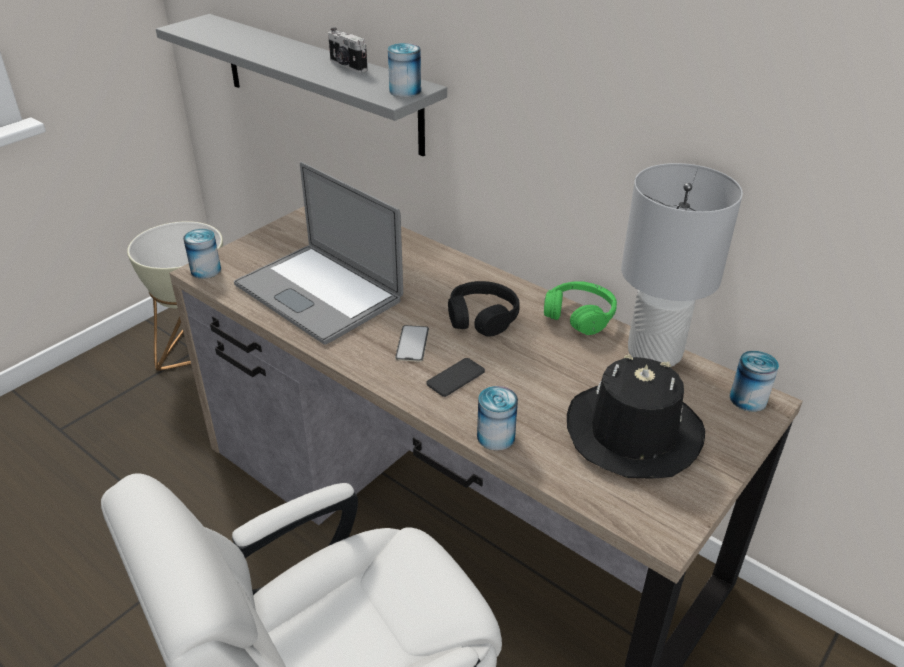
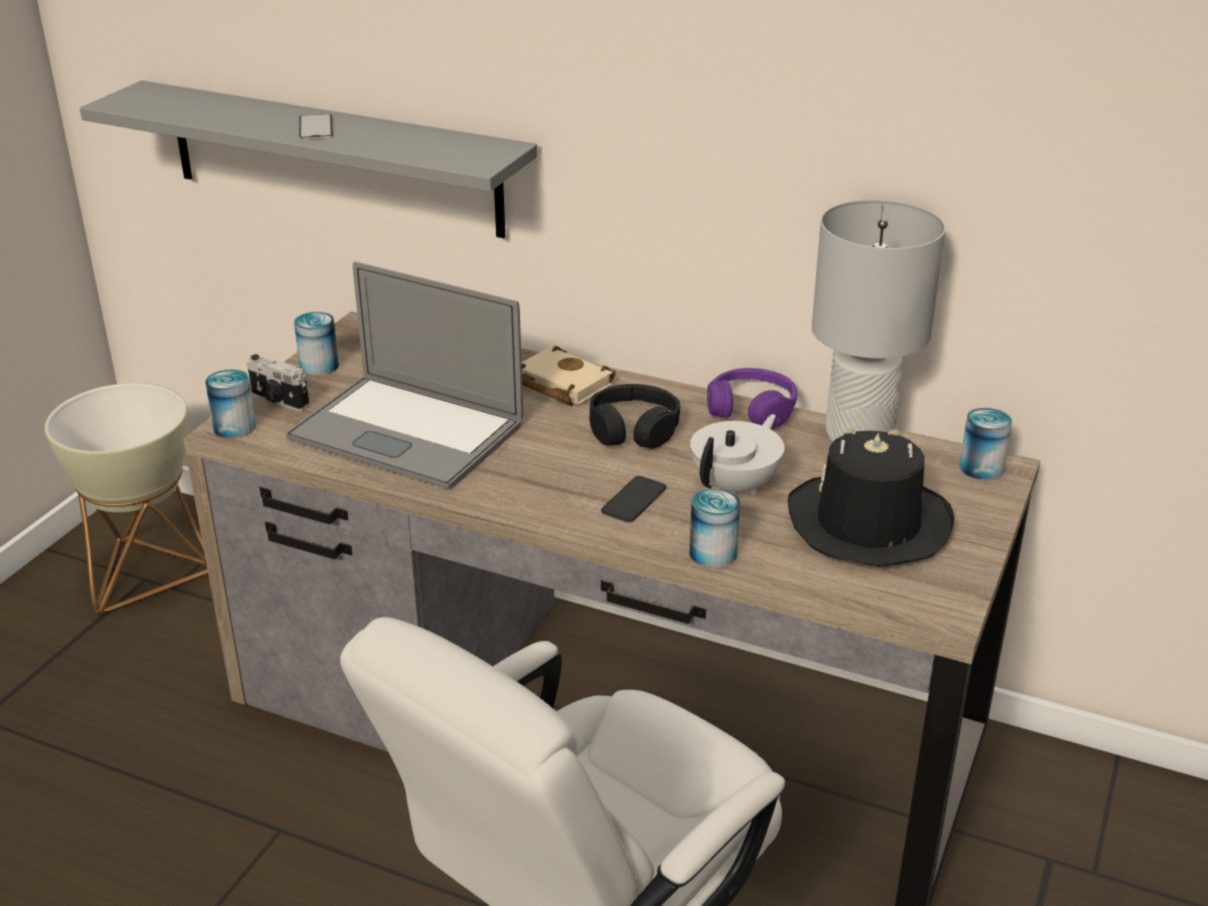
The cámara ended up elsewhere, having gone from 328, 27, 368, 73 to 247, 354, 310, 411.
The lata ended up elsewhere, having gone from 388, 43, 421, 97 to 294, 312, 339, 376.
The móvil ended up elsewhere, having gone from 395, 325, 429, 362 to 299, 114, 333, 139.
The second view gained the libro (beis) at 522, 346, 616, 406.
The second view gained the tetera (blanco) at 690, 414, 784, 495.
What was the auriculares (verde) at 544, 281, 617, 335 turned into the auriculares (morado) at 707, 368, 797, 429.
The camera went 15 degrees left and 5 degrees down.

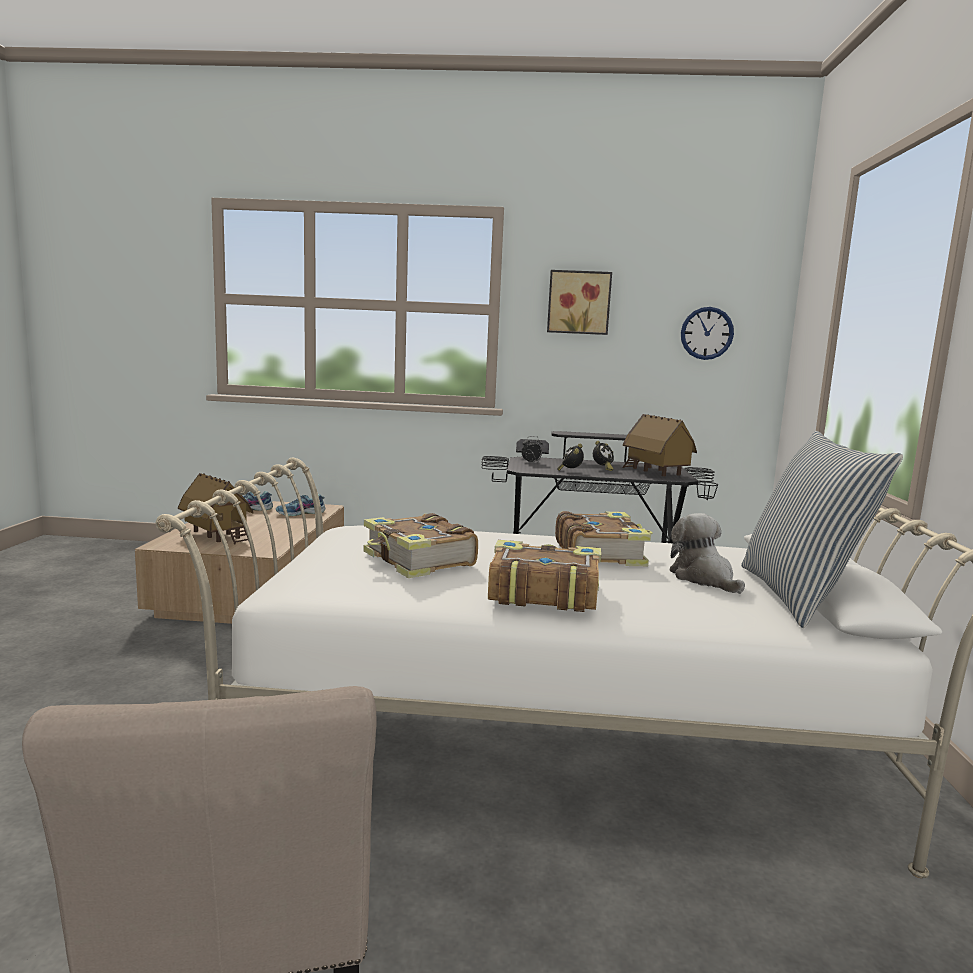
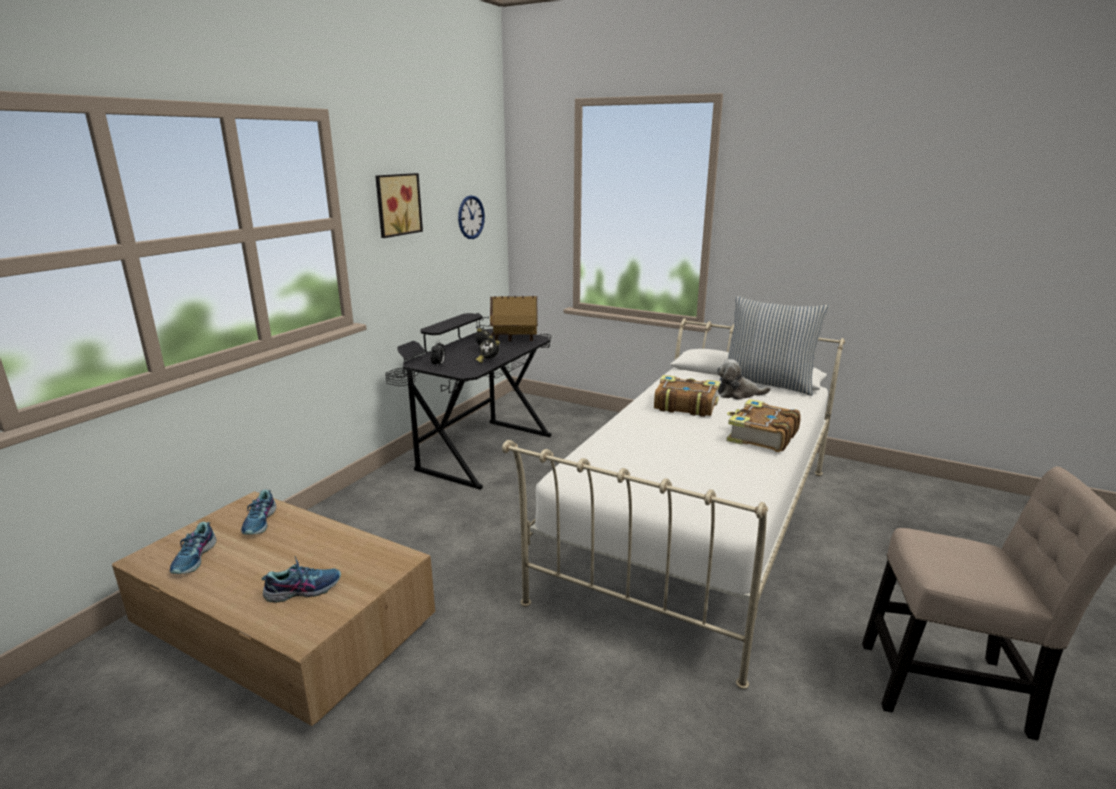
Where the casita stood at 178, 473, 253, 544, the zapato came to stand at 261, 556, 341, 603.
The second view lost the libro at 363, 513, 478, 578.
The camera went 65 degrees left and 10 degrees up.

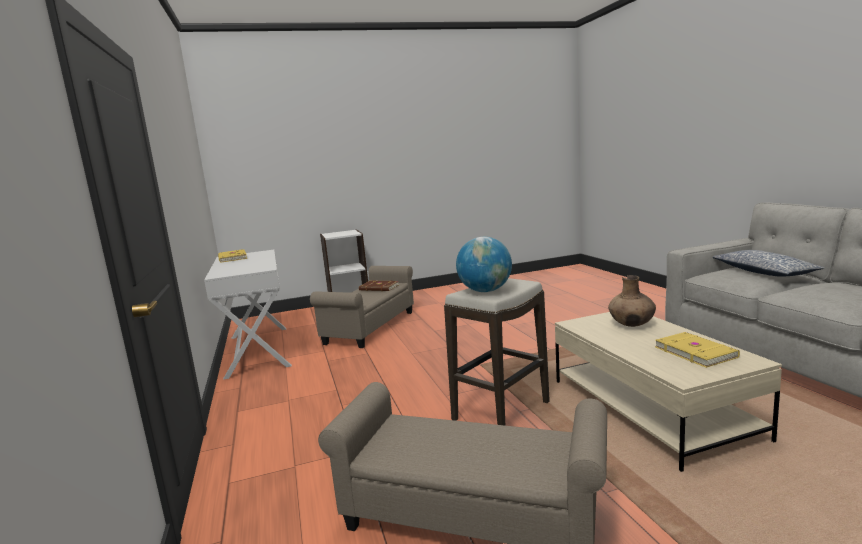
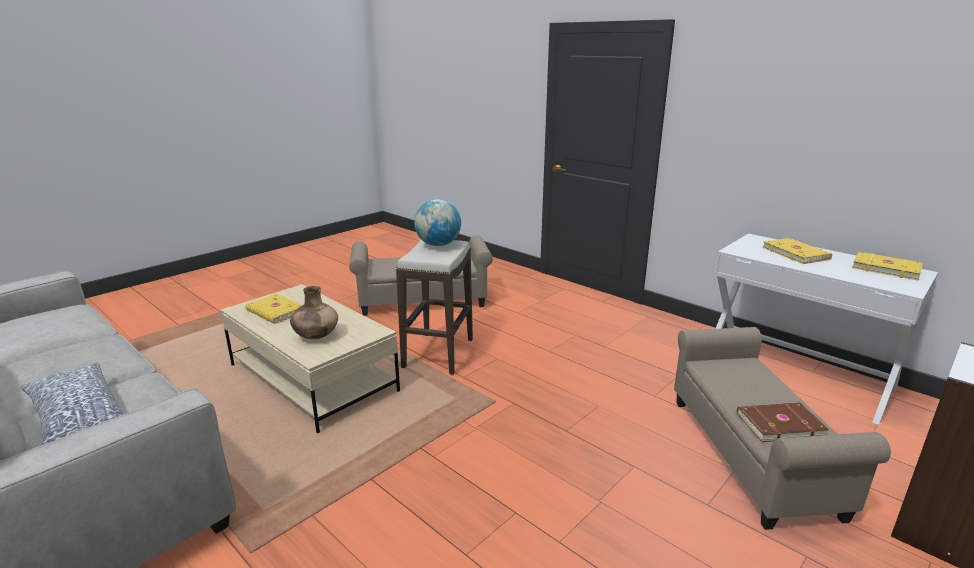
The second view gained the libro (amarillo) at 762, 238, 832, 264.
The camera went 150 degrees right and 10 degrees up.

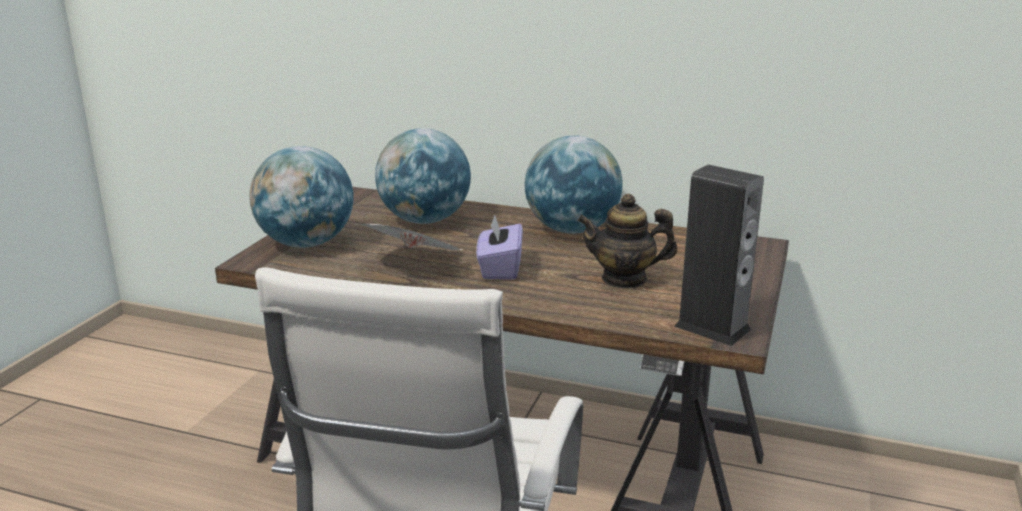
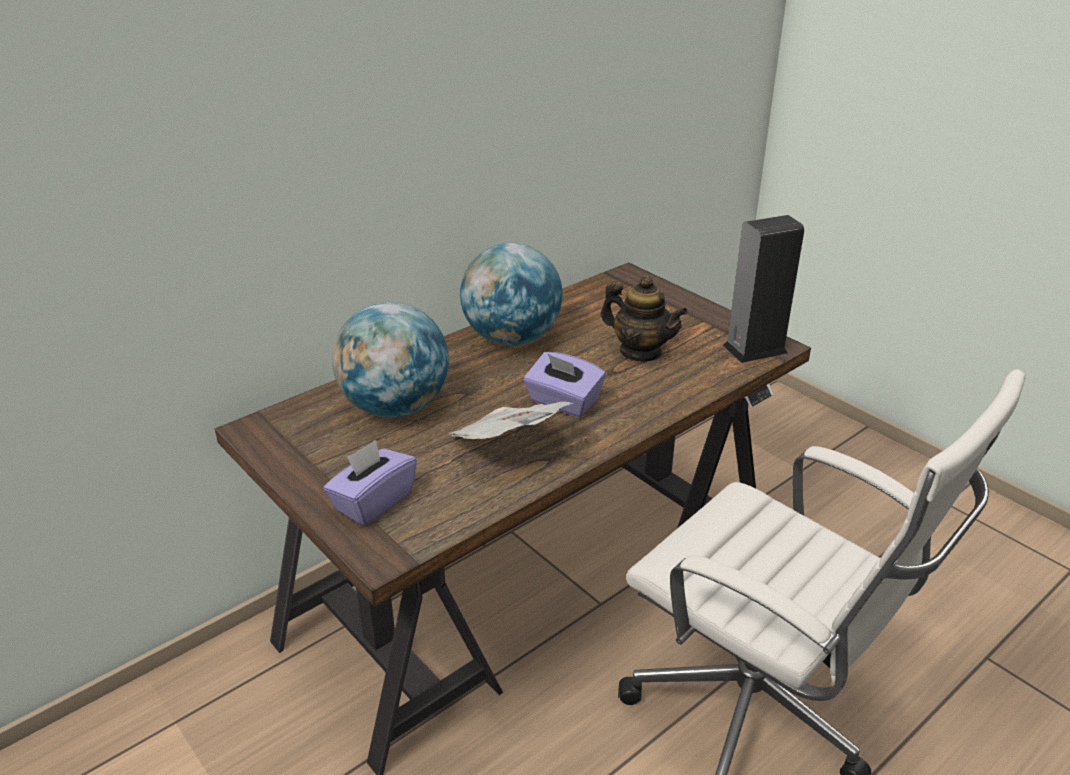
Where the globo terráqueo stood at 249, 146, 354, 248, the caja de pañuelos (morado) came to stand at 323, 440, 417, 526.
The tetera at 577, 194, 678, 289 ended up facing another way, 90 degrees counterclockwise from before.
The camera went 60 degrees left and 10 degrees up.

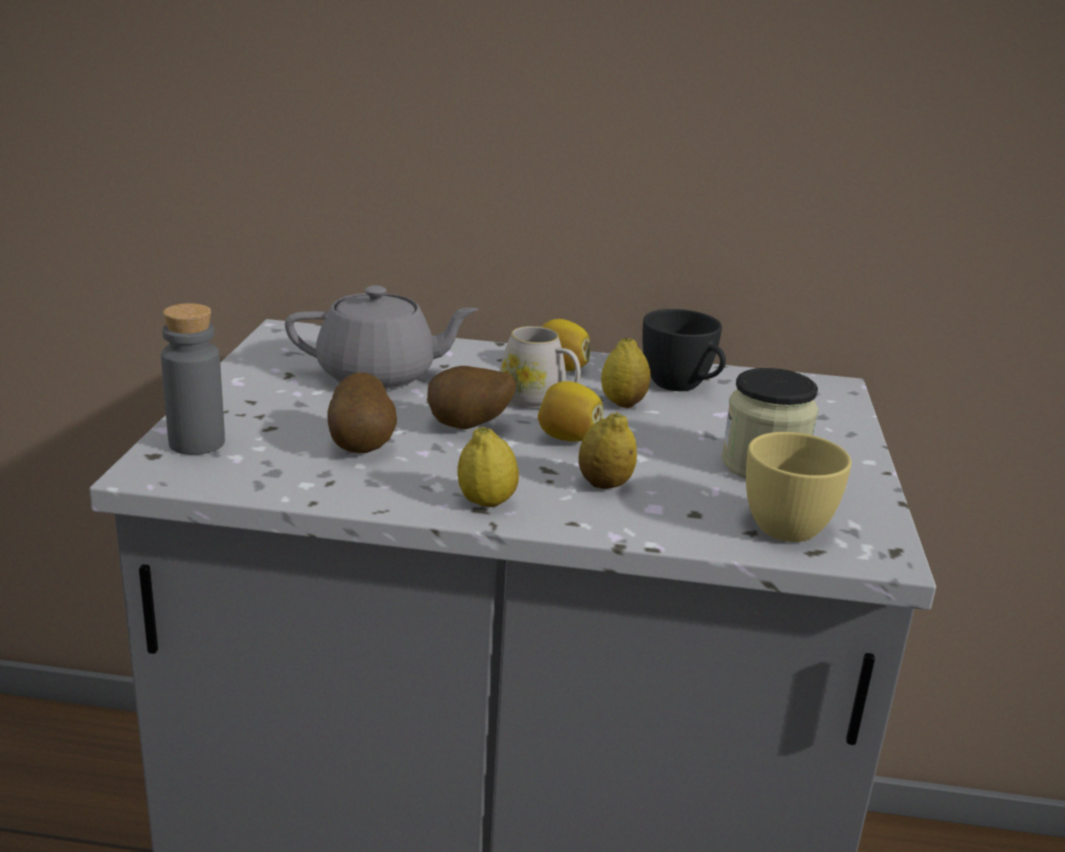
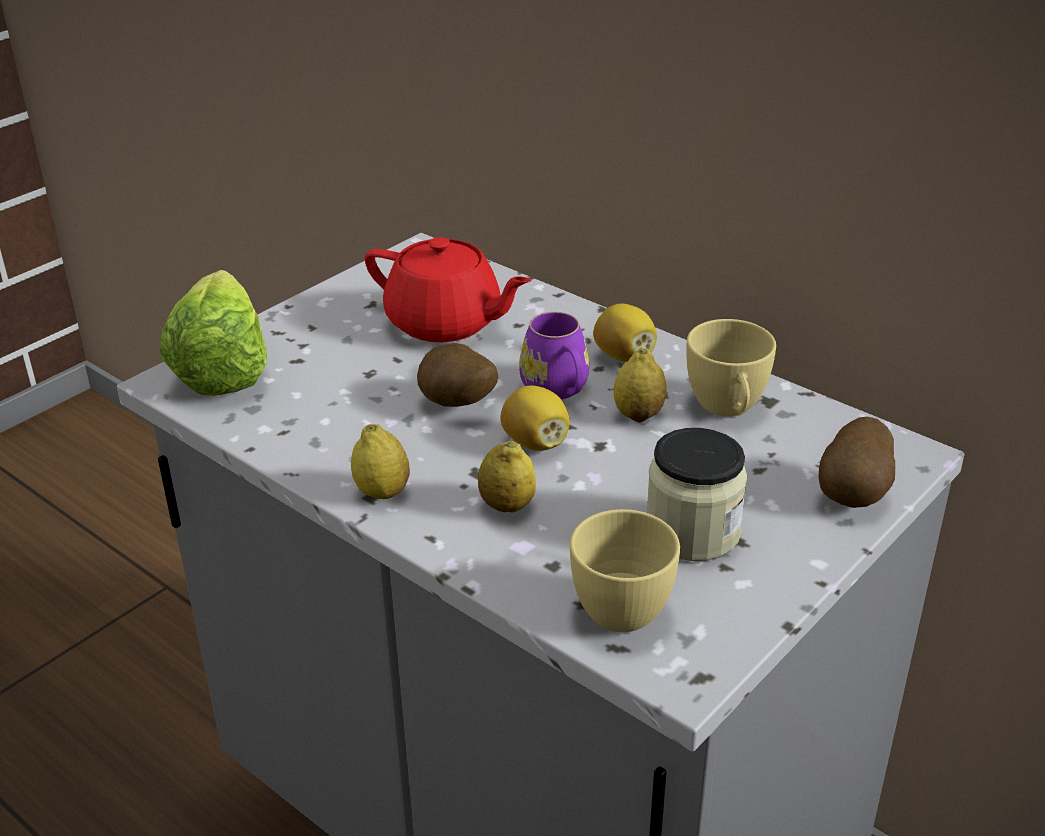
Where the botella (gris) stood at 161, 303, 225, 455, the lechuga came to stand at 160, 270, 267, 396.
What was the tetera (gris) at 285, 286, 478, 390 turned into the tetera (rojo) at 365, 237, 531, 342.
What was the taza grande (blanco) at 499, 326, 581, 409 turned into the taza grande (morado) at 519, 312, 589, 399.
What was the taza (negro) at 642, 309, 726, 391 turned into the taza (amarillo) at 686, 319, 776, 417.
The patata ended up elsewhere, having gone from 327, 372, 397, 453 to 819, 416, 895, 508.
The camera went 35 degrees right and 10 degrees up.

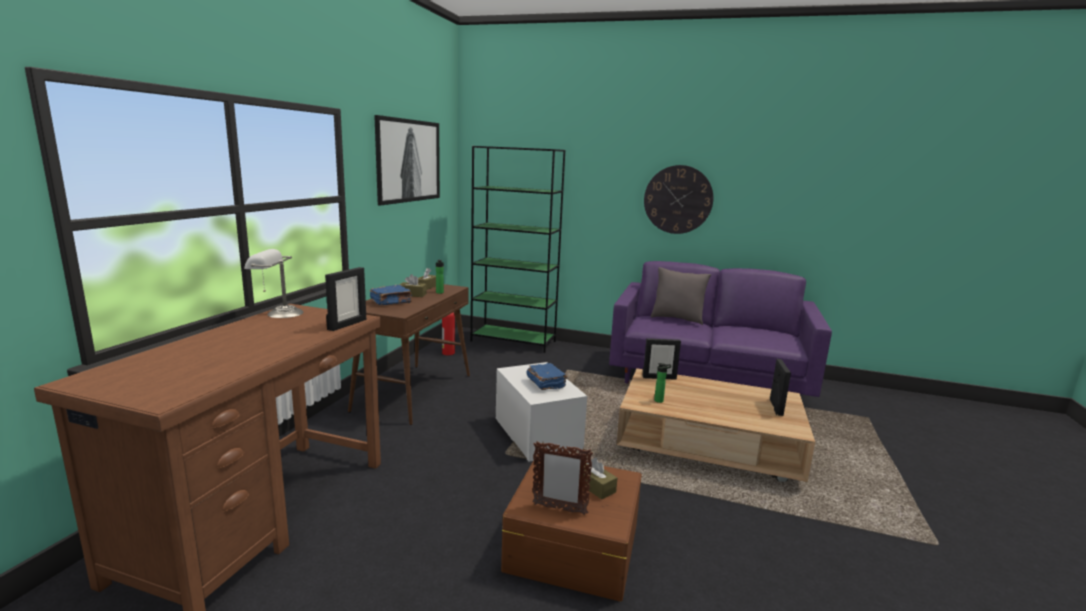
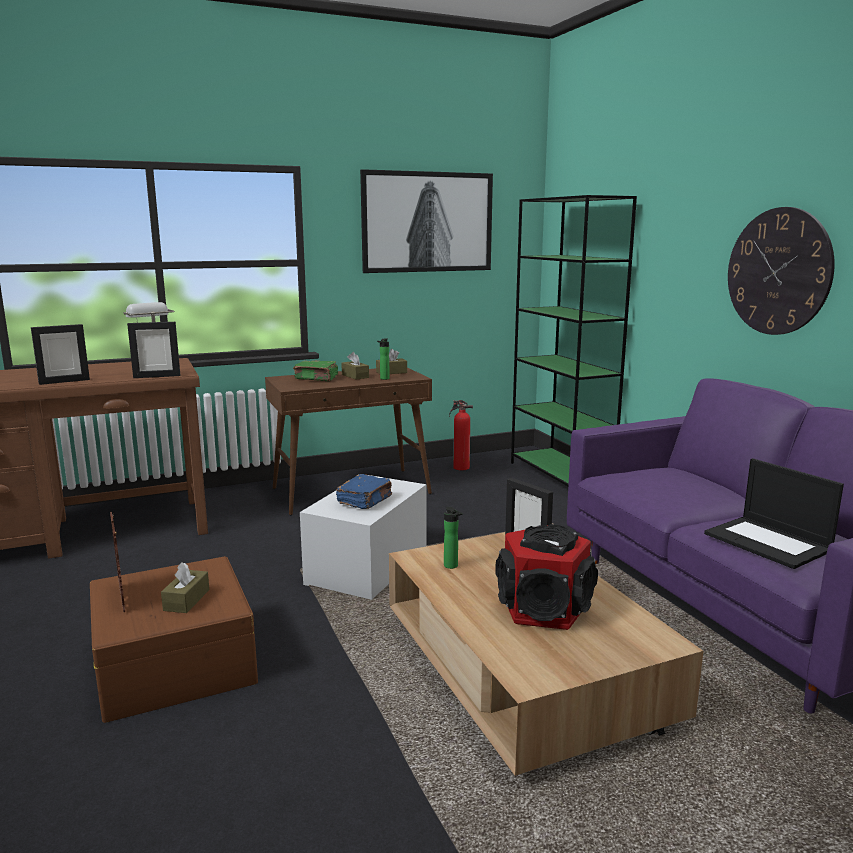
The portarretratos ended up elsewhere, having gone from 770, 359, 791, 416 to 31, 324, 90, 385.
What was the libro (azul) at 370, 285, 412, 305 turned into the libro (verde) at 293, 361, 338, 381.
The second view gained the altavoz at 496, 524, 598, 630.
The second view gained the portátil at 704, 458, 844, 569.
The second view lost the cojín (gris) at 651, 267, 711, 325.
The camera went 50 degrees right and 0 degrees up.

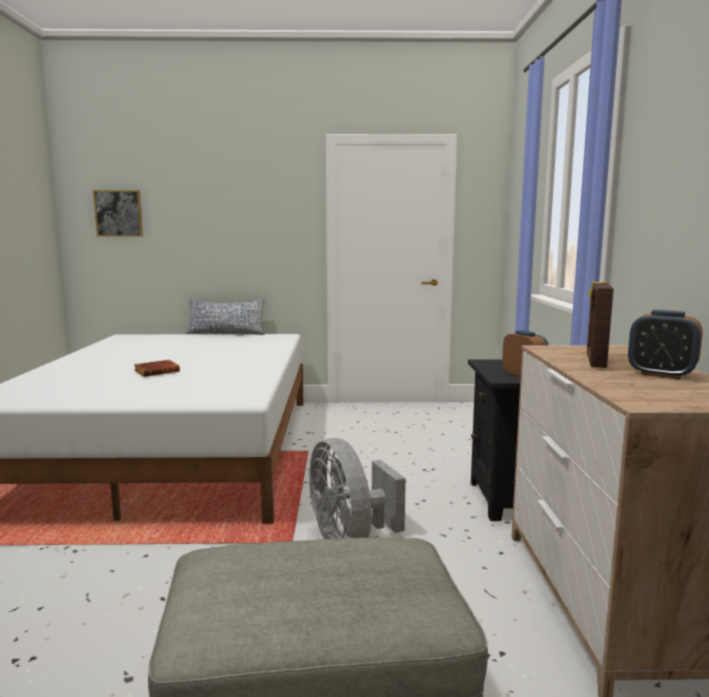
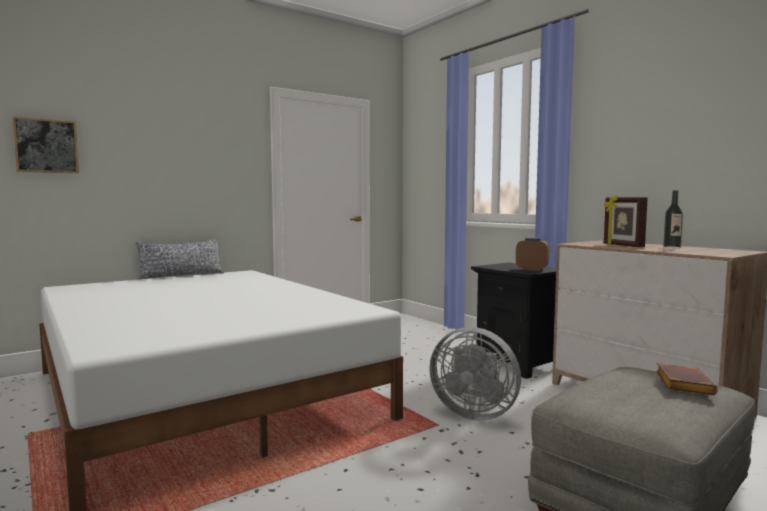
The libro (marrón) ended up elsewhere, having gone from 134, 360, 180, 377 to 656, 363, 718, 395.
Where the despertador stood at 628, 310, 703, 379, the botella came to stand at 663, 190, 683, 248.
The camera went 35 degrees left and 5 degrees down.

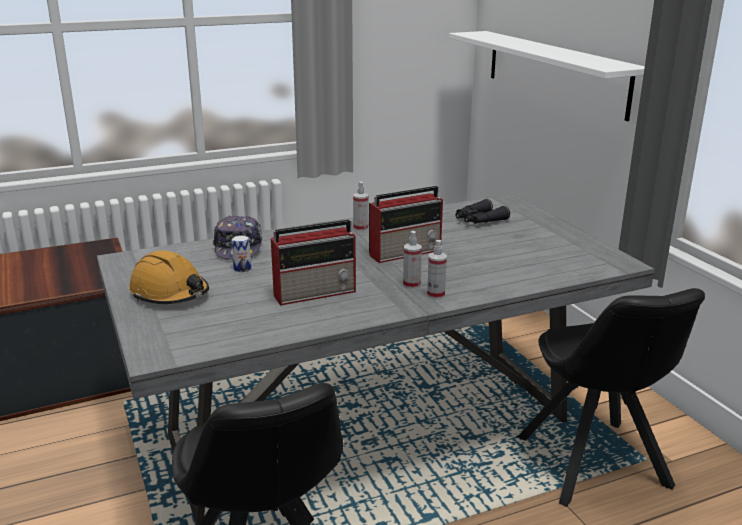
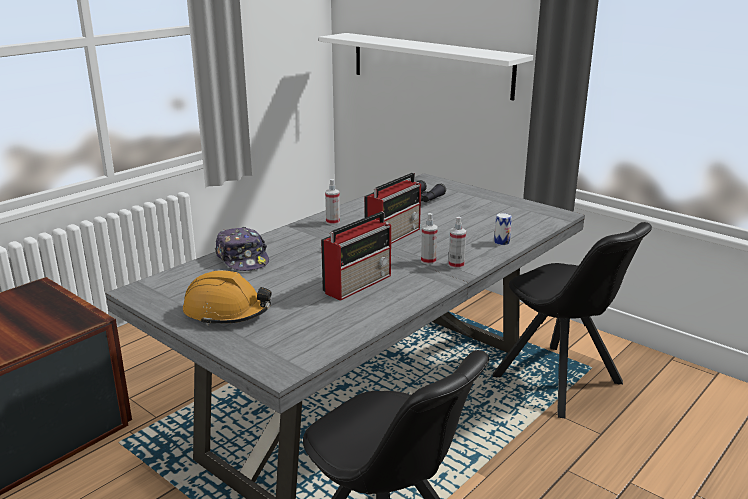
The lata ended up elsewhere, having gone from 231, 235, 251, 272 to 494, 213, 512, 245.
The camera went 25 degrees left and 0 degrees up.

